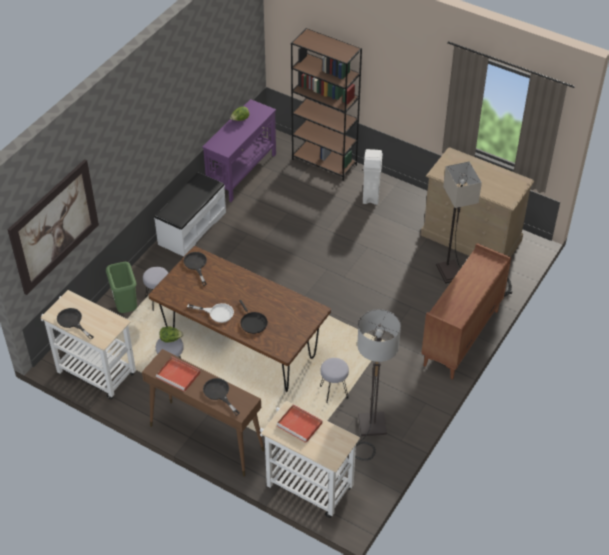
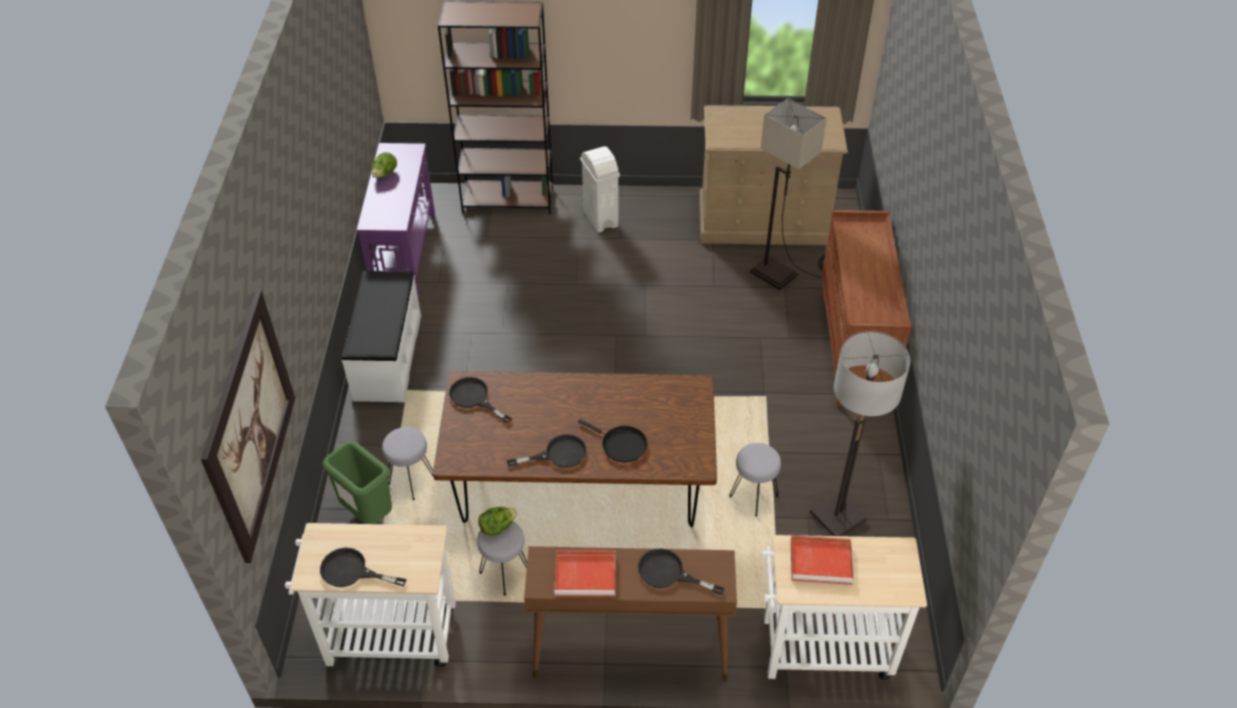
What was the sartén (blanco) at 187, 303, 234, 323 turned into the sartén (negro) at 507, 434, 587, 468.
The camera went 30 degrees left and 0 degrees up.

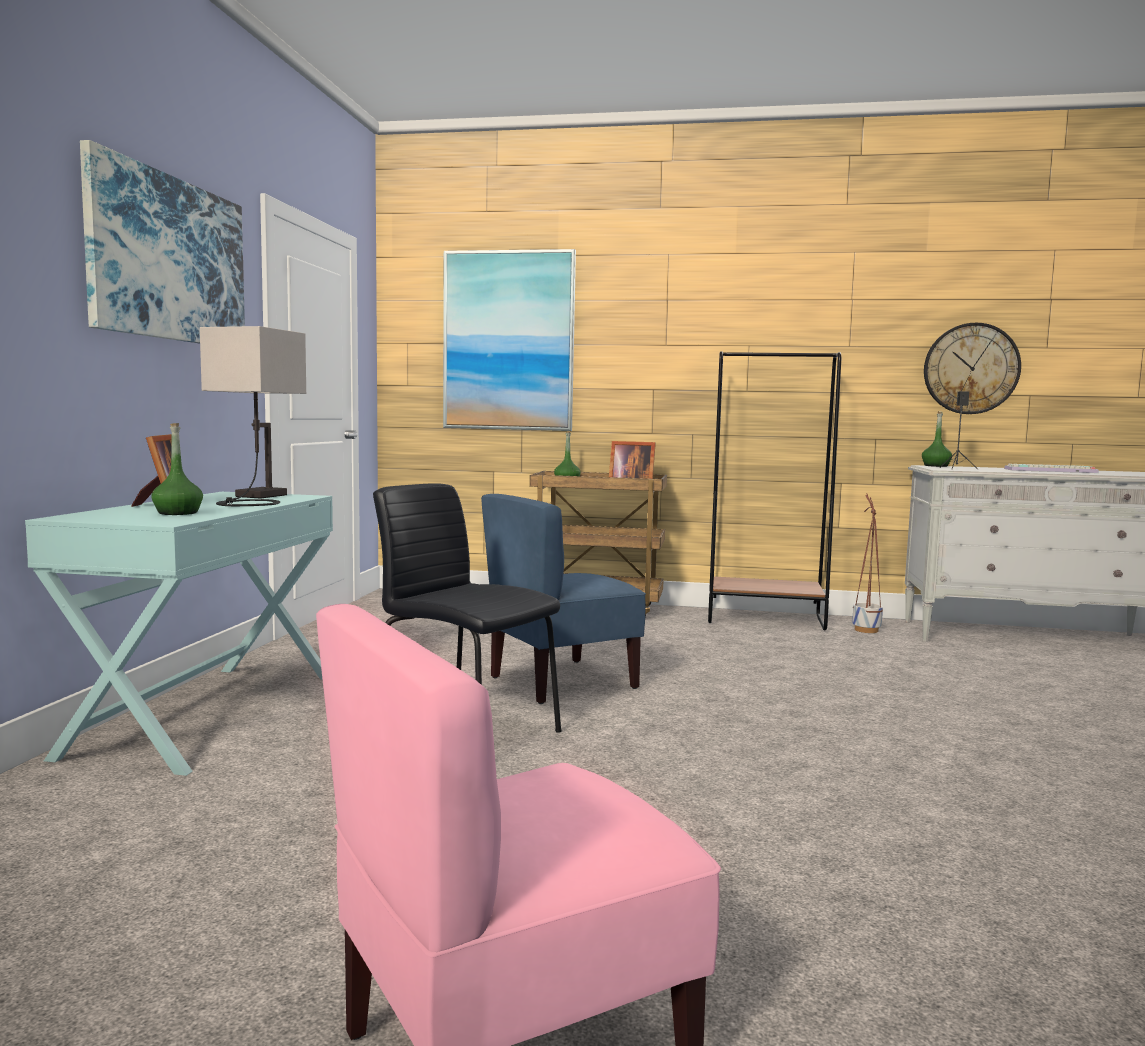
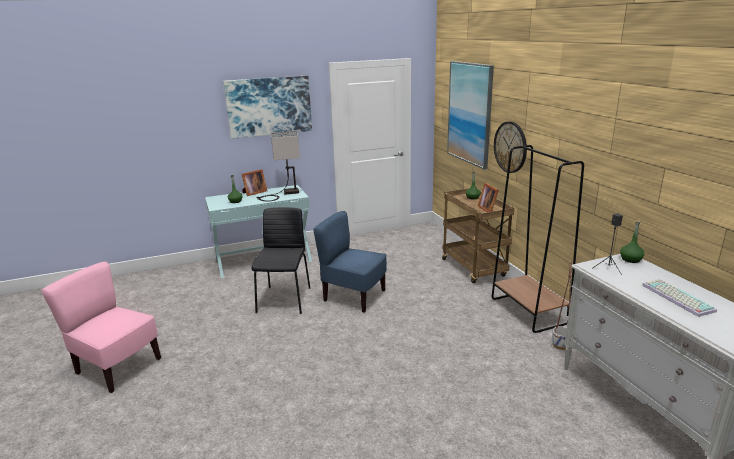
The reloj de pared ended up elsewhere, having gone from 924, 323, 1021, 414 to 494, 121, 527, 173.
The camera went 60 degrees right and 15 degrees up.

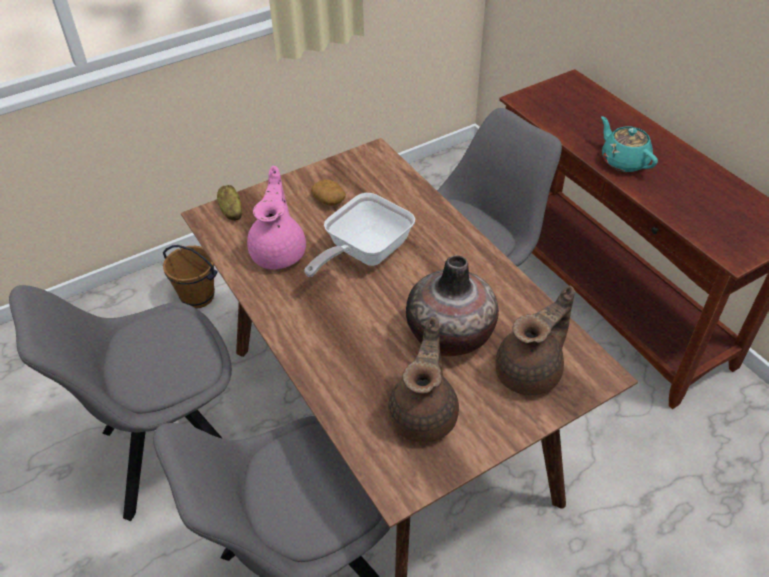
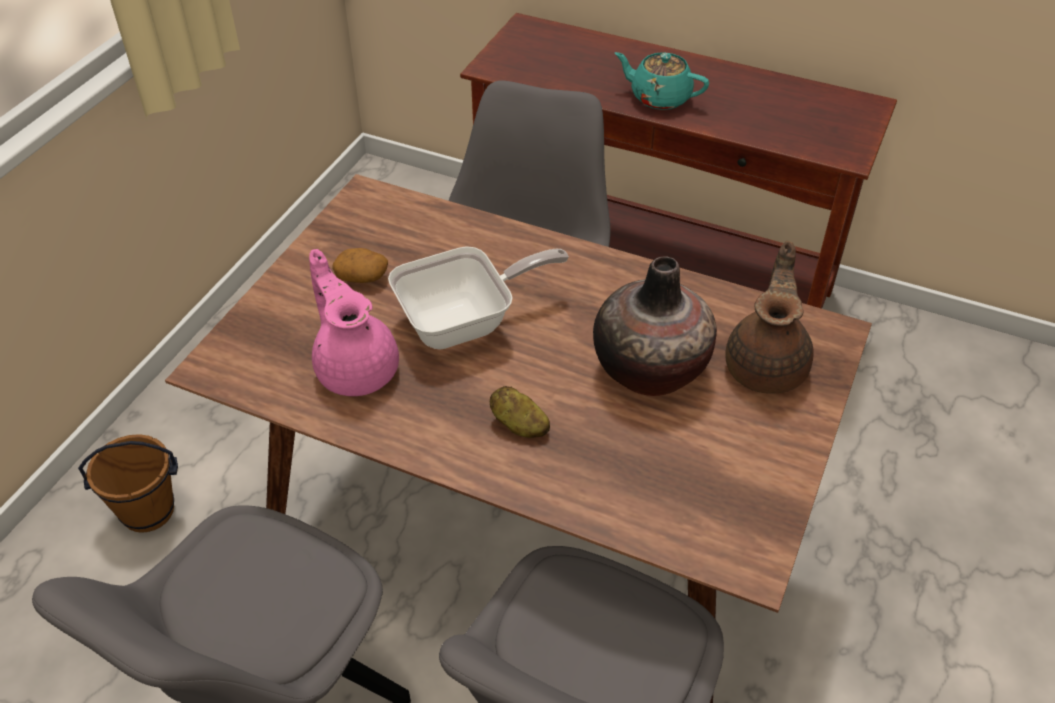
The sartén at 304, 193, 415, 277 ended up facing another way, 120 degrees counterclockwise from before.
The patata ended up elsewhere, having gone from 217, 185, 242, 221 to 490, 386, 550, 438.
The second view lost the tetera (marrón) at 388, 317, 459, 443.
The camera went 35 degrees left and 0 degrees up.

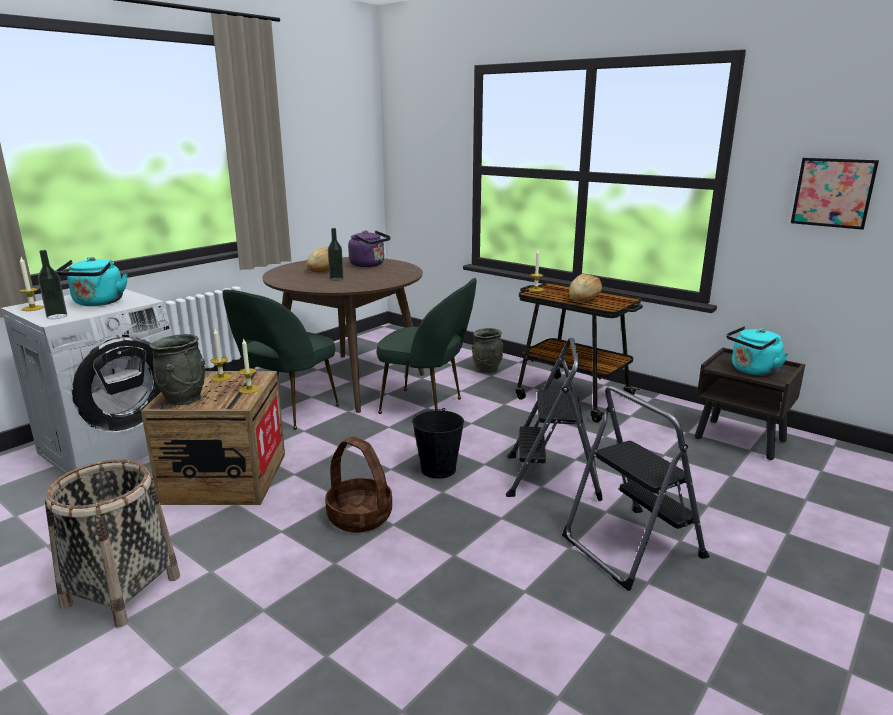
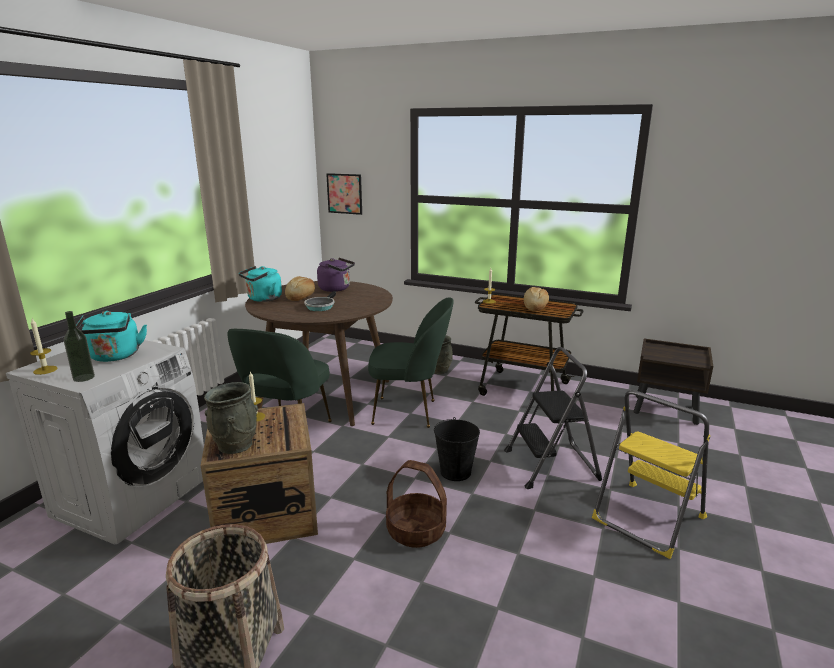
The hervidor (turquesa) ended up elsewhere, having gone from 726, 326, 789, 375 to 239, 266, 282, 302.
Where the botella stood at 328, 228, 344, 281, the sartén came to stand at 304, 291, 336, 311.
The cuadro ended up elsewhere, having gone from 791, 158, 879, 230 to 326, 173, 362, 215.
What was the escalera de tijera (negro) at 562, 385, 710, 591 turned into the escalera de tijera (amarillo) at 592, 390, 710, 559.
The second view lost the vela at 239, 339, 260, 394.
The camera went 15 degrees left and 0 degrees up.

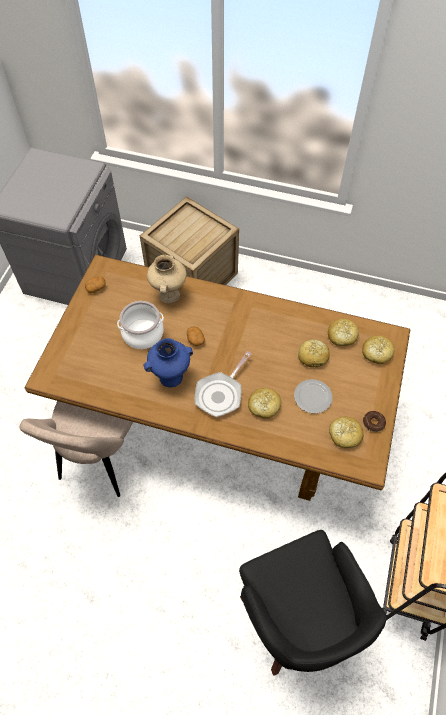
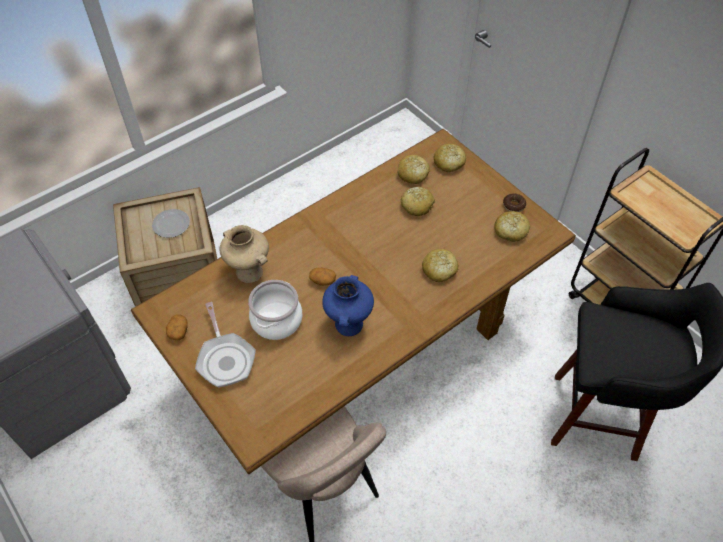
The plato ended up elsewhere, having gone from 294, 379, 332, 413 to 152, 209, 190, 238.
The sartén ended up elsewhere, having gone from 195, 351, 252, 417 to 195, 302, 256, 387.
The camera went 55 degrees left and 5 degrees down.

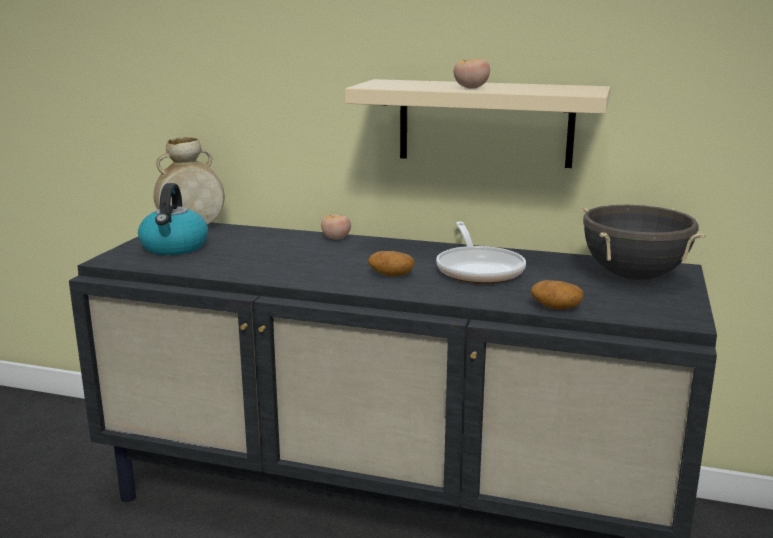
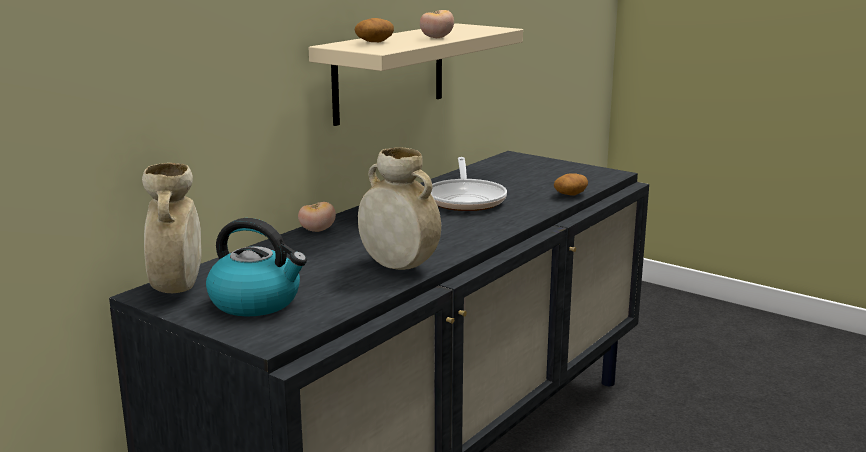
The patata ended up elsewhere, having gone from 368, 251, 415, 276 to 355, 18, 394, 42.
The second view gained the florero (beis) at 358, 147, 441, 270.
The sartén at 436, 221, 526, 283 ended up facing another way, 75 degrees clockwise from before.
The second view lost the olla (negro) at 581, 205, 706, 280.
The camera went 70 degrees left and 0 degrees up.

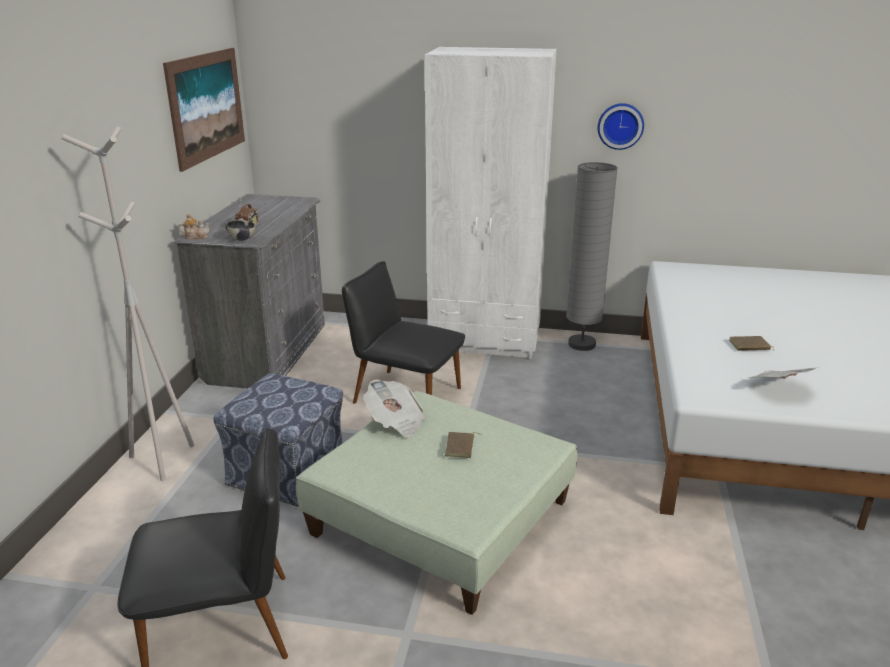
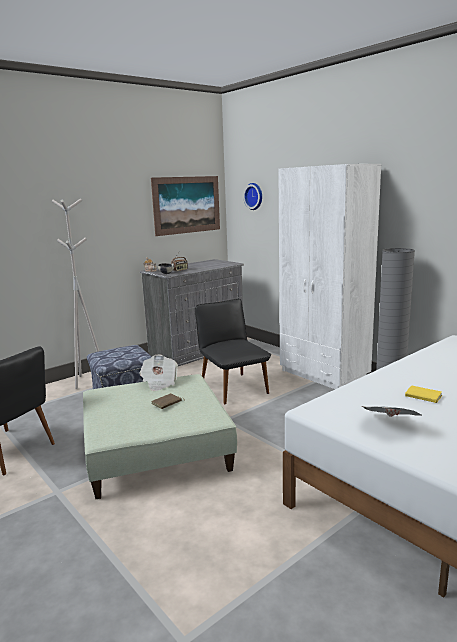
The reloj de pared ended up elsewhere, having gone from 598, 103, 644, 150 to 243, 183, 262, 210.
What was the libro (marrón) at 729, 336, 774, 351 turned into the libro (amarillo) at 405, 386, 442, 403.
The camera went 40 degrees right and 10 degrees down.

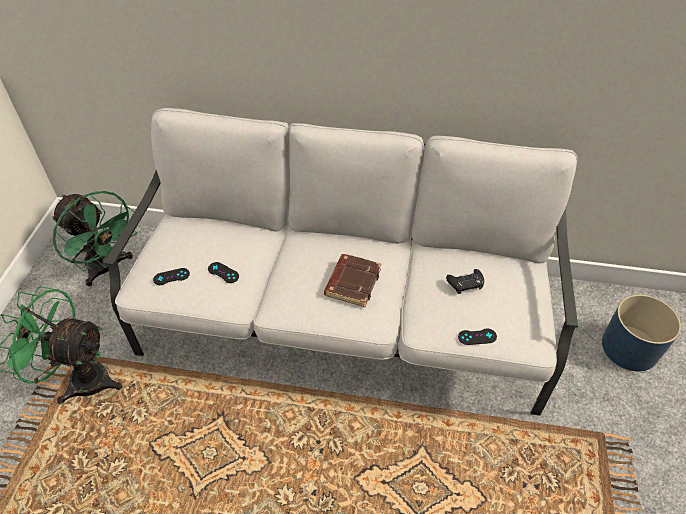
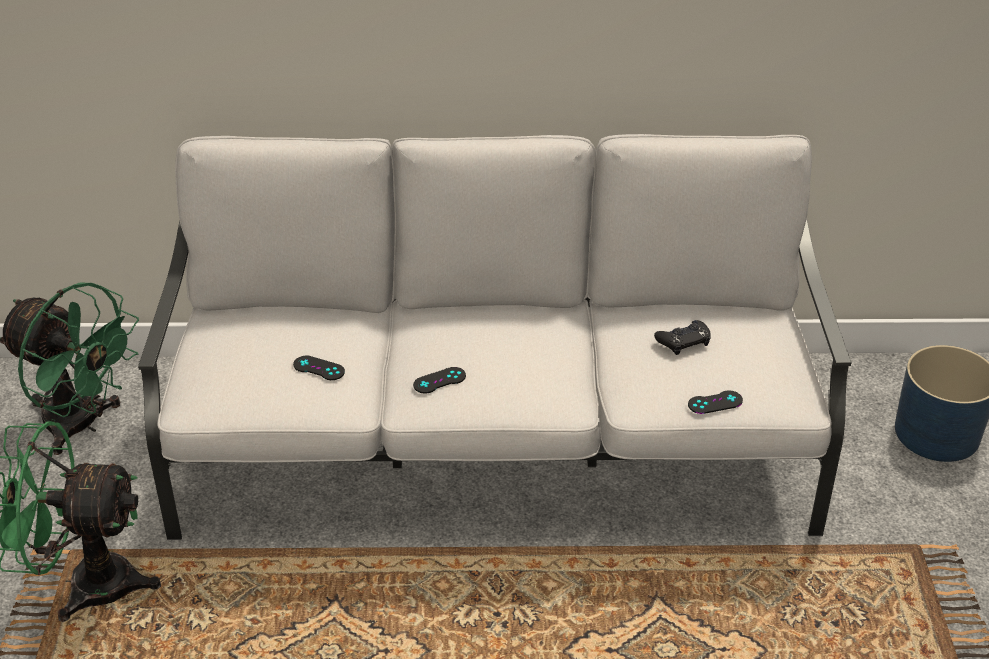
The mando de consola (negro) ended up elsewhere, having gone from 153, 268, 190, 285 to 413, 367, 466, 394.
The second view lost the libro (marrón) at 324, 254, 381, 307.
The camera went 10 degrees left and 10 degrees down.

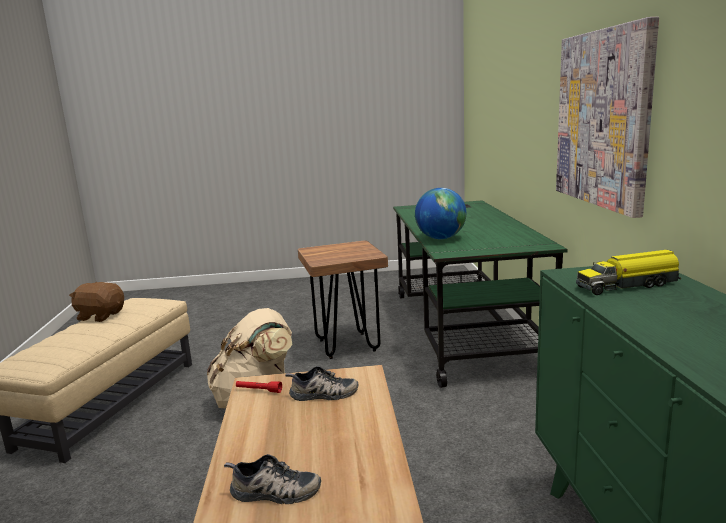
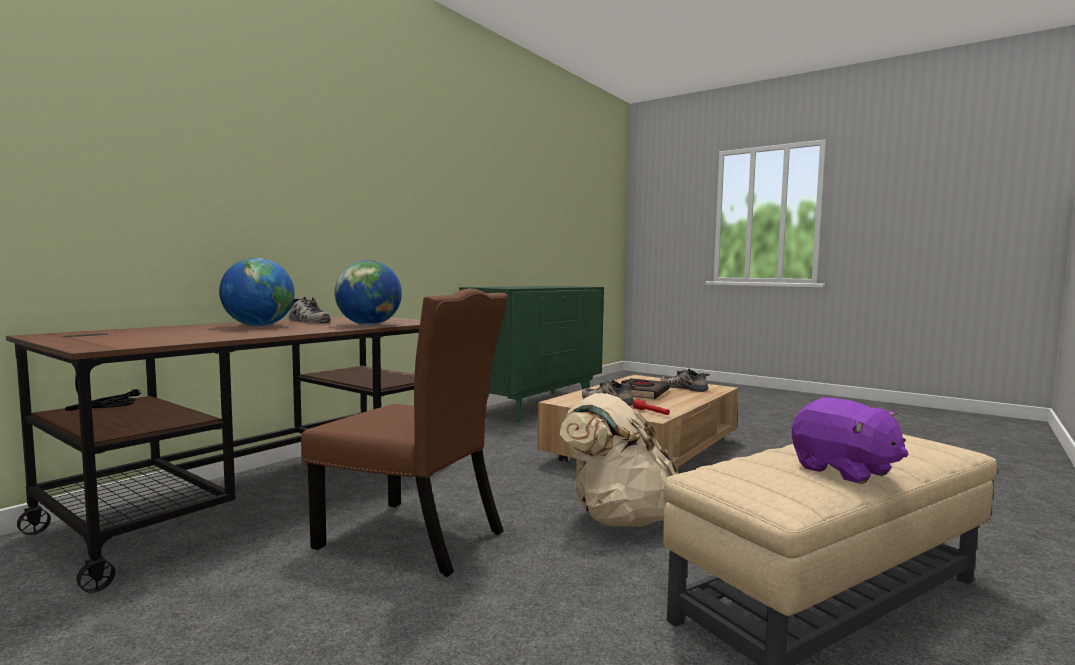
What was the escritorio (verde) at 393, 201, 568, 388 turned into the escritorio (marrón) at 6, 316, 420, 593.
The second view gained the globo terráqueo at 219, 258, 294, 326.
The second view gained the zapato at 289, 297, 331, 323.
Where the taburete (marrón) stood at 298, 240, 388, 359, the silla (marrón) came to stand at 301, 288, 508, 577.
The second view gained the libro (negro) at 621, 378, 670, 399.
What was the peluche (marrón) at 69, 282, 124, 322 turned into the peluche (morado) at 792, 397, 908, 484.
The second view lost the cuadro at 556, 17, 659, 218.
The second view lost the camión de juguete at 576, 250, 681, 295.
The camera went 140 degrees left and 10 degrees down.

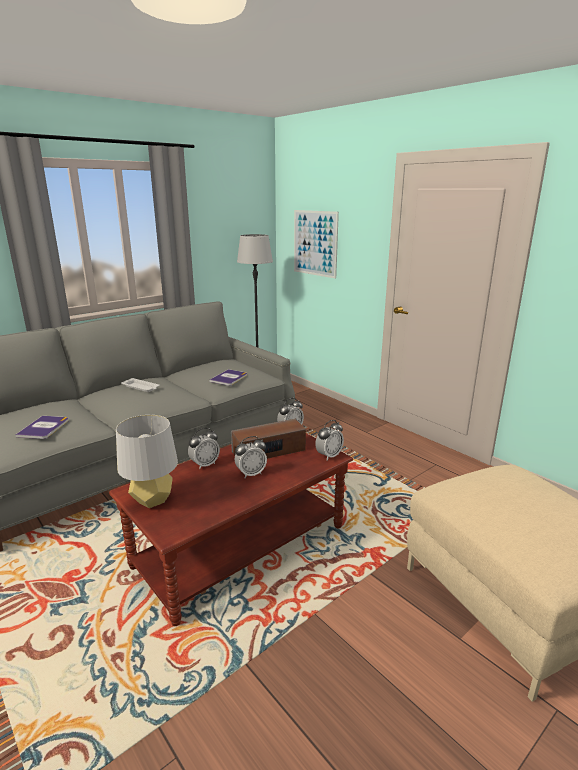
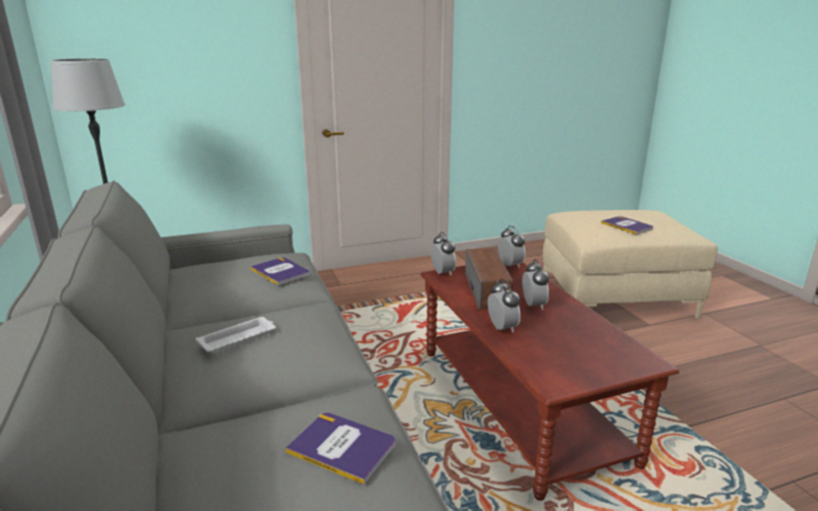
The second view gained the libro at 601, 216, 653, 235.
The second view lost the lámpara de mesa (gris) at 116, 415, 178, 508.
The second view lost the cuadro at 294, 210, 339, 279.
The camera went 70 degrees left and 0 degrees up.

